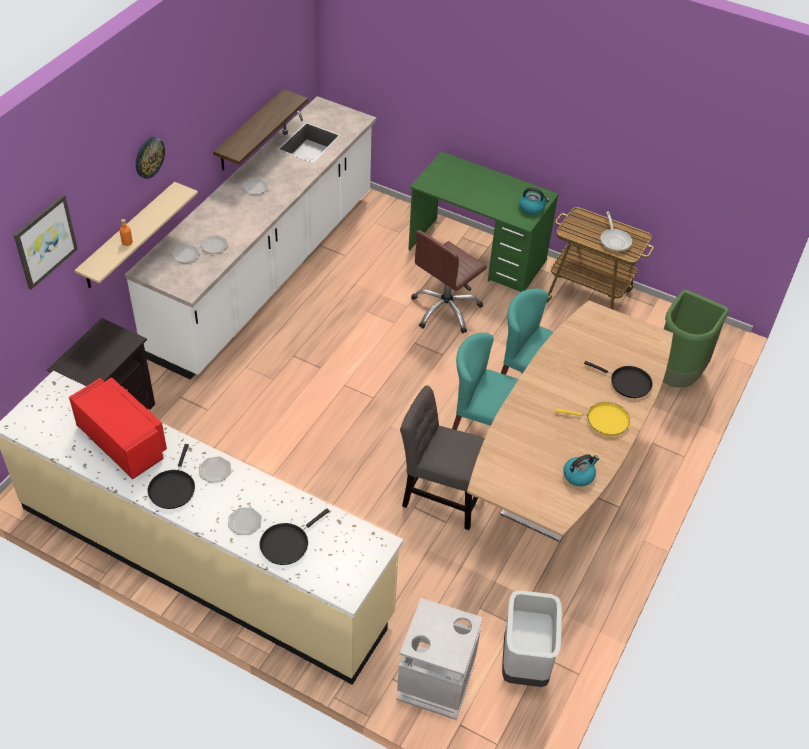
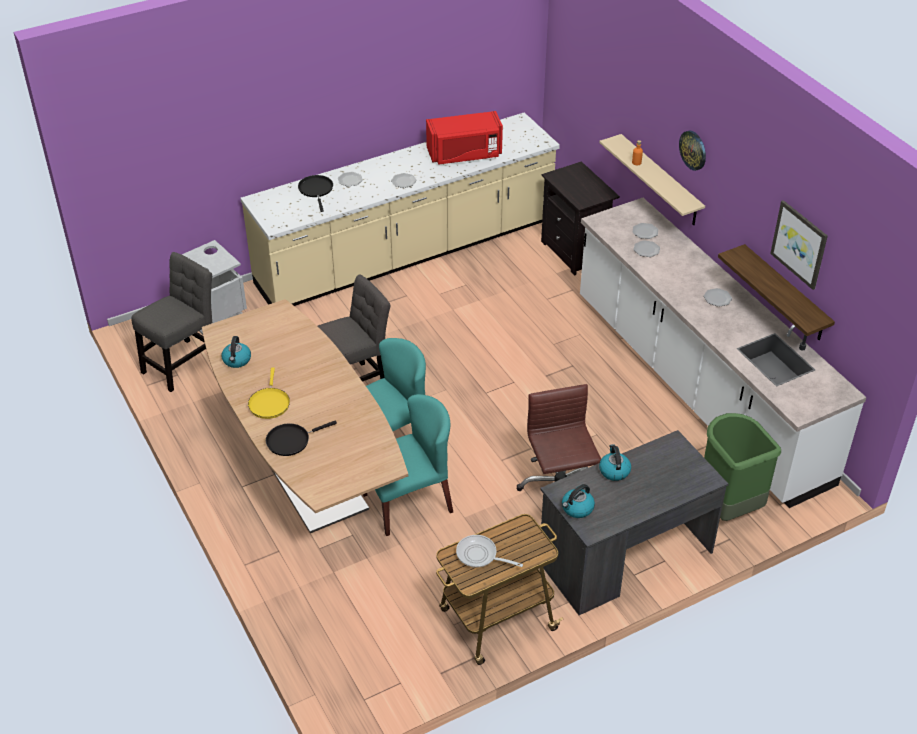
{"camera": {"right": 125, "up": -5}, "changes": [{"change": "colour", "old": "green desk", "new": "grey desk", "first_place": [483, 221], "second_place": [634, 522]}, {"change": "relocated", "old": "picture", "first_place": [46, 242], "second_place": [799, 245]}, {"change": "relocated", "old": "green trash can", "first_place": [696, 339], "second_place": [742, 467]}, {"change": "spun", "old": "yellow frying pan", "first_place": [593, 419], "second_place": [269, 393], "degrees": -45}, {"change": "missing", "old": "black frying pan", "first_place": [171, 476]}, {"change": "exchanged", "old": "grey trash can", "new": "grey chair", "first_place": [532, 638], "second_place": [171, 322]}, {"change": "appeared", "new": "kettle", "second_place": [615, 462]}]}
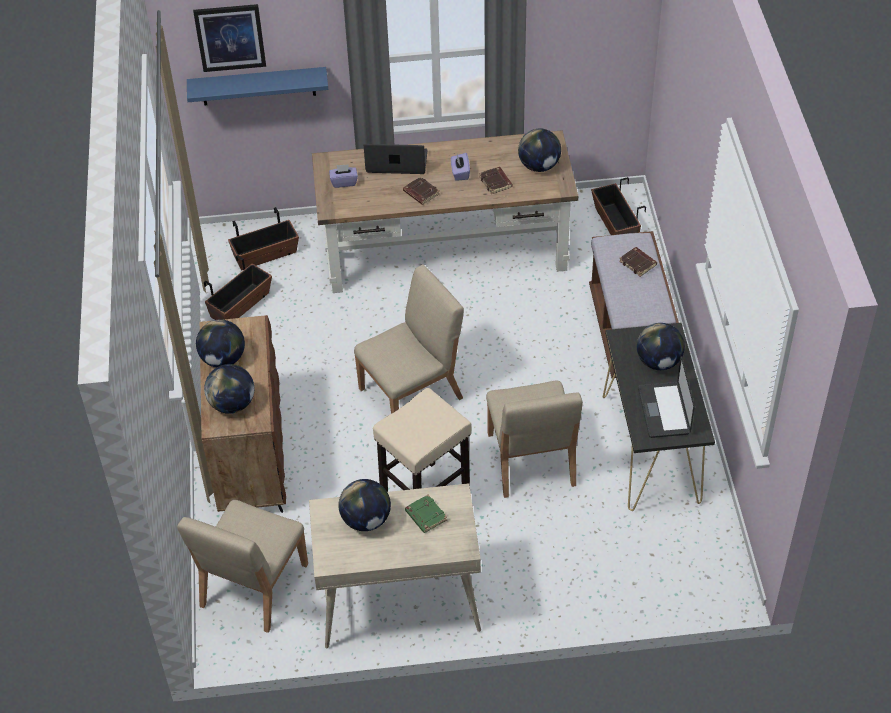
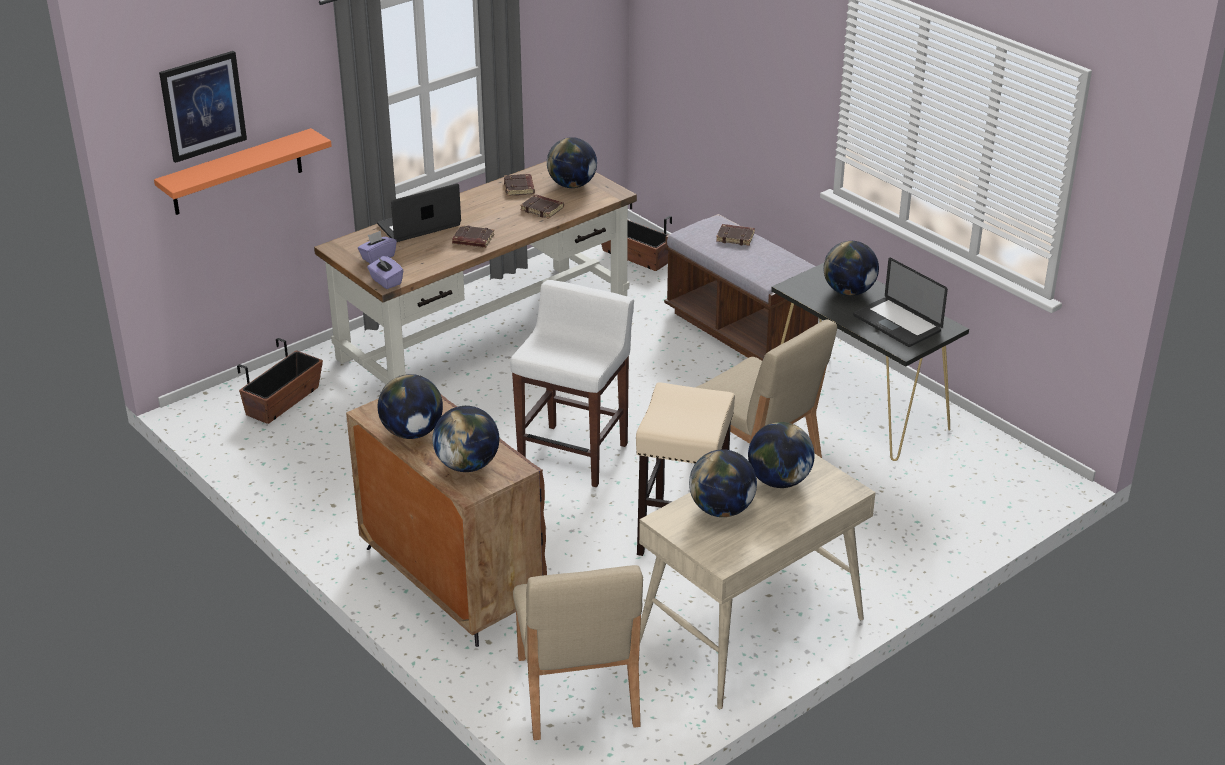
{"camera": {"right": -35, "up": -15}, "changes": [{"change": "colour", "old": "blue shelf", "new": "orange shelf", "first_place": [257, 86], "second_place": [243, 171]}, {"change": "relocated", "old": "purple tissue box", "first_place": [460, 167], "second_place": [385, 272]}, {"change": "missing", "old": "planter", "first_place": [238, 287]}, {"change": "exchanged", "old": "beige chair", "new": "white stool", "first_place": [409, 339], "second_place": [572, 383]}, {"change": "exchanged", "old": "green book", "new": "globe", "first_place": [426, 514], "second_place": [781, 455]}, {"change": "appeared", "new": "brown book", "second_place": [519, 185]}]}
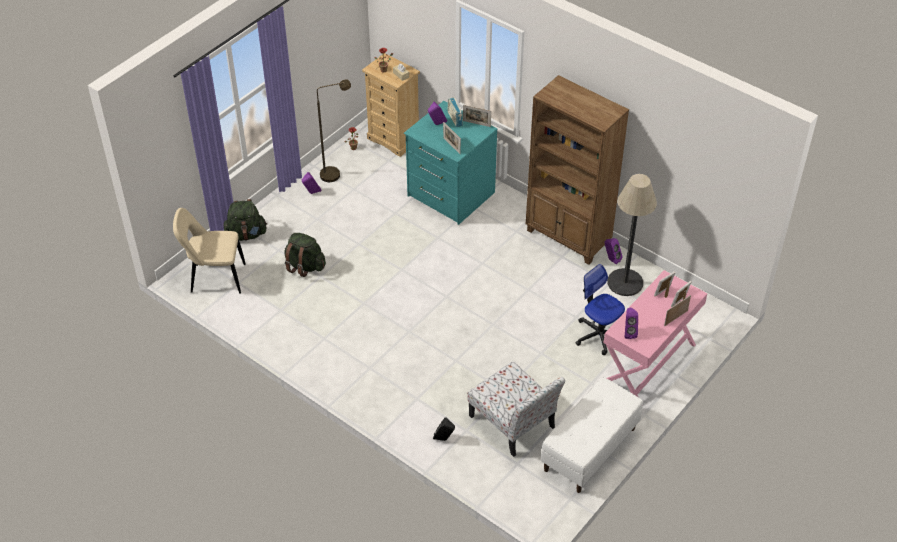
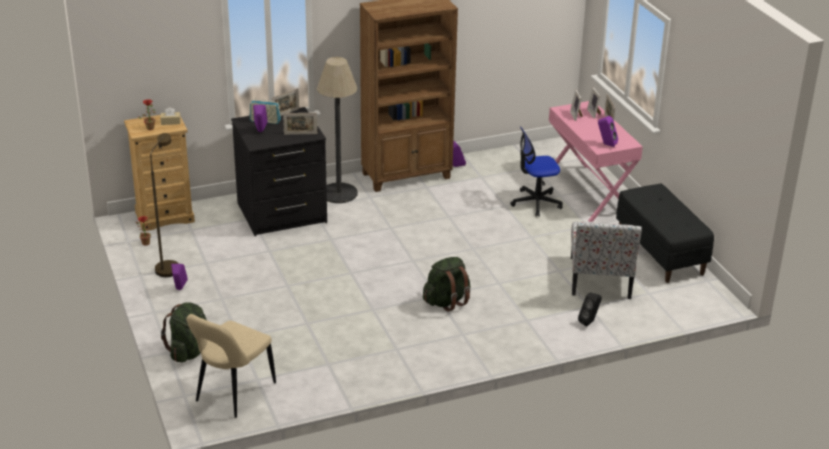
{"camera": {"right": -60, "up": -15}, "changes": [{"change": "colour", "old": "turquoise dresser", "new": "black dresser", "first_place": [450, 163], "second_place": [279, 171]}, {"change": "relocated", "old": "floor lamp", "first_place": [632, 235], "second_place": [337, 130]}, {"change": "relocated", "old": "green backpack", "first_place": [305, 255], "second_place": [446, 284]}, {"change": "spun", "old": "chair", "first_place": [516, 409], "second_place": [606, 260], "degrees": 105}, {"change": "colour", "old": "white bench", "new": "black bench", "first_place": [592, 435], "second_place": [665, 233]}]}
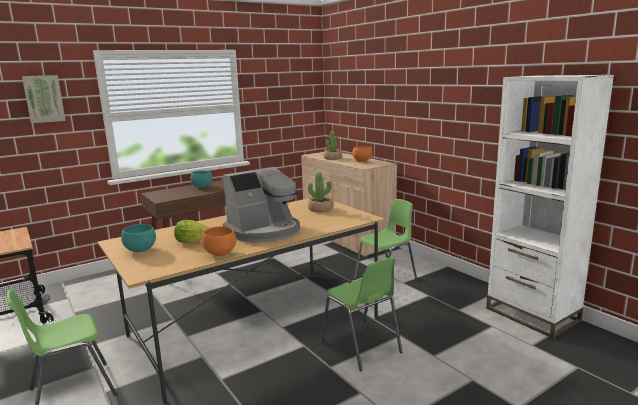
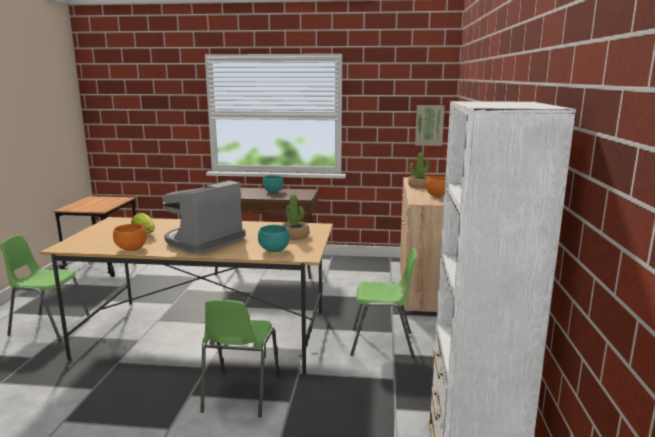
{"camera": {"right": 40, "up": 0}, "changes": [{"change": "relocated", "old": "picture", "first_place": [44, 99], "second_place": [429, 125]}, {"change": "spun", "old": "coffee machine", "first_place": [261, 205], "second_place": [204, 217], "degrees": 120}, {"change": "relocated", "old": "turquoise bowl", "first_place": [138, 238], "second_place": [274, 238]}]}
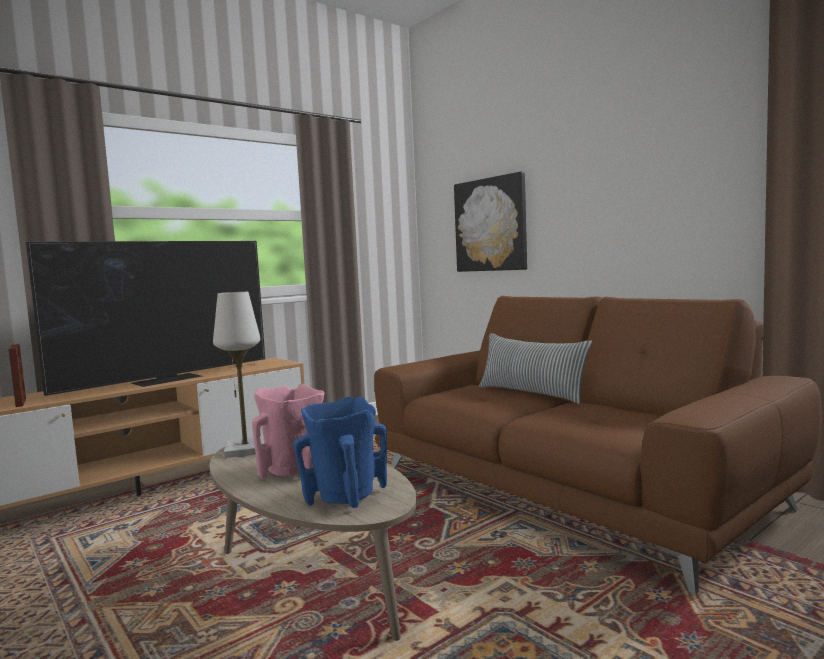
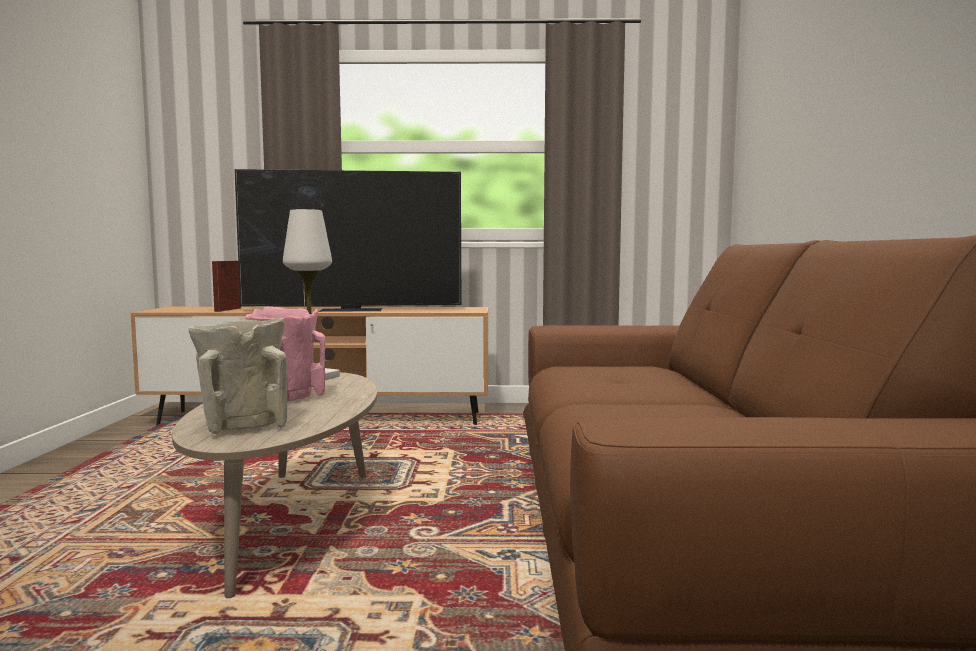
{"camera": {"right": 40, "up": 0}, "changes": [{"change": "missing", "old": "picture", "first_place": [490, 222]}, {"change": "missing", "old": "pillow", "first_place": [535, 368]}, {"change": "colour", "old": "blue vase", "new": "beige vase", "first_place": [340, 452], "second_place": [238, 376]}]}
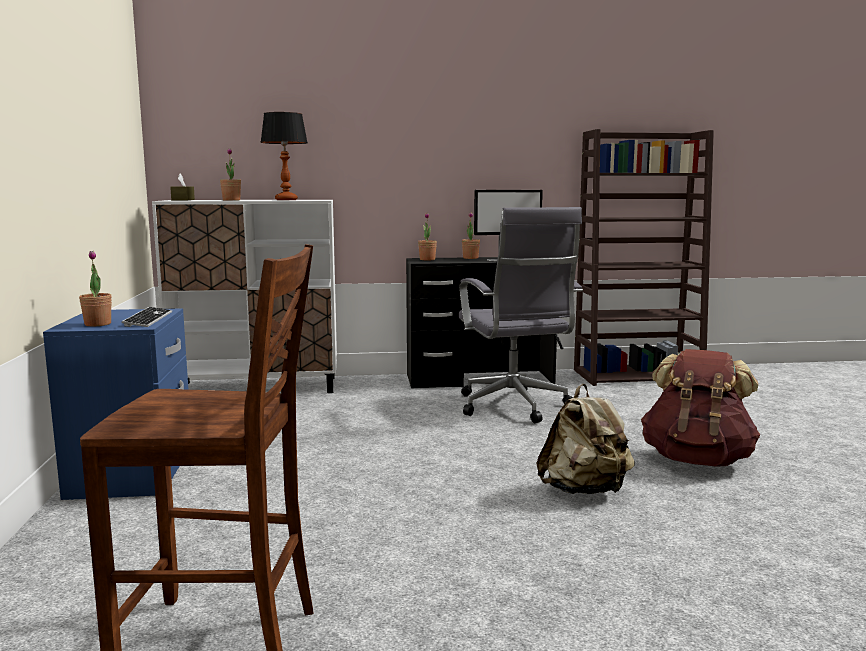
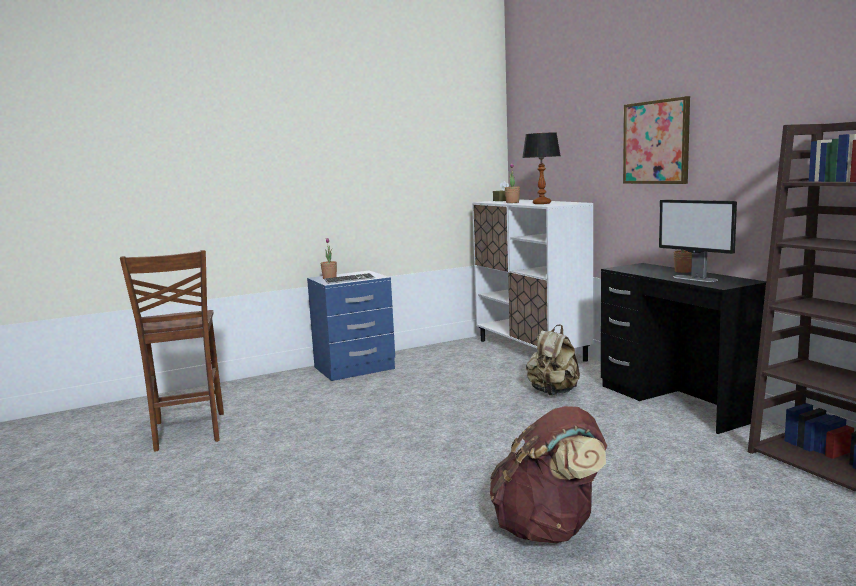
{"camera": {"right": 70, "up": 0}, "changes": [{"change": "missing", "old": "grey office chair", "first_place": [521, 315]}, {"change": "missing", "old": "potted plant", "first_place": [427, 236]}, {"change": "relocated", "old": "beige backpack", "first_place": [585, 439], "second_place": [553, 359]}, {"change": "appeared", "new": "picture", "second_place": [656, 140]}]}
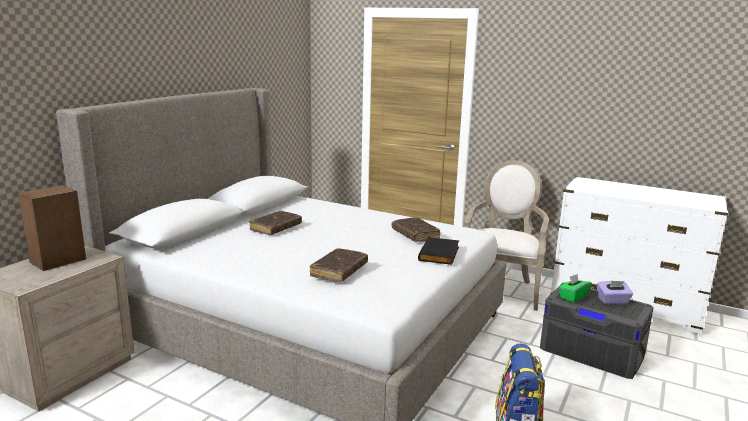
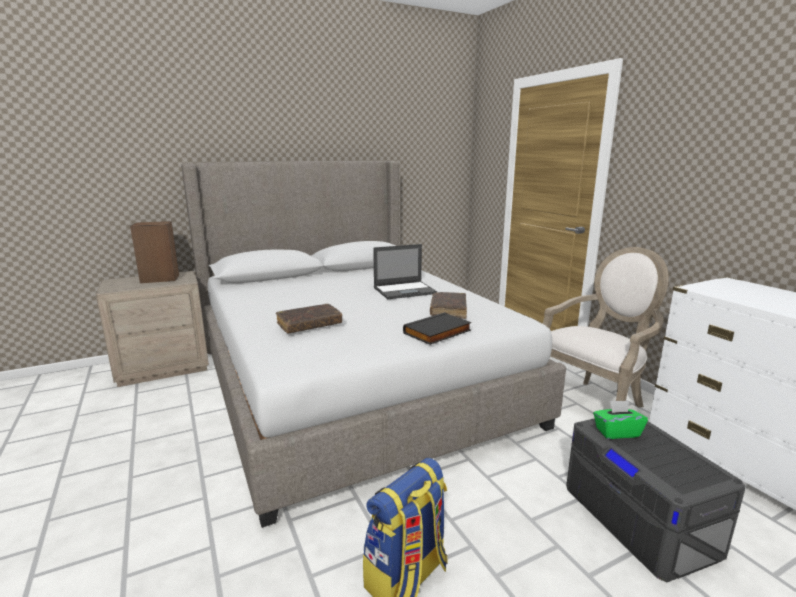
{"camera": {"right": 35, "up": 0}, "changes": [{"change": "missing", "old": "brown book", "first_place": [275, 223]}, {"change": "missing", "old": "purple tissue box", "first_place": [615, 292]}, {"change": "appeared", "new": "laptop", "second_place": [405, 271]}]}
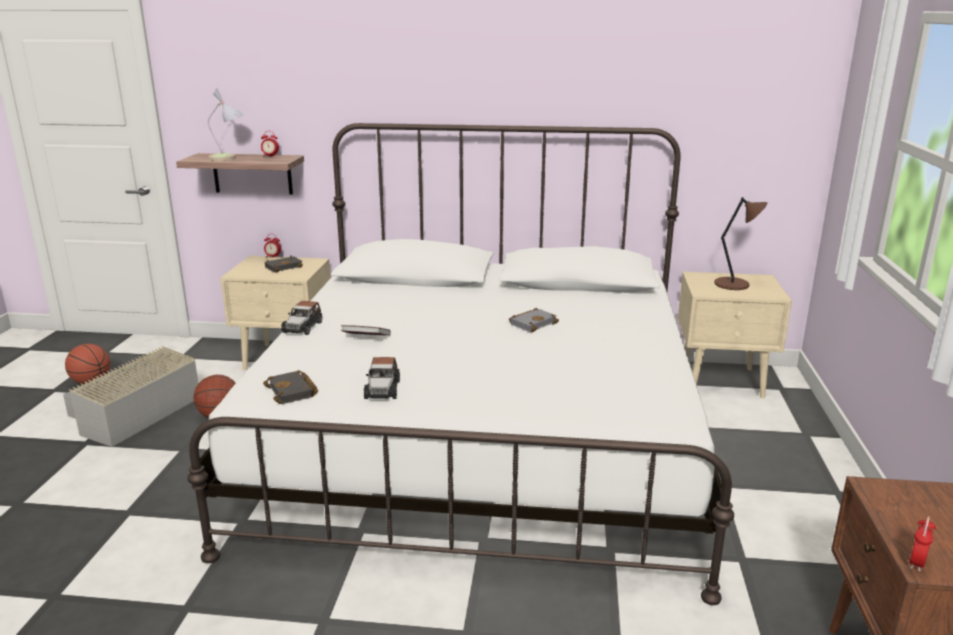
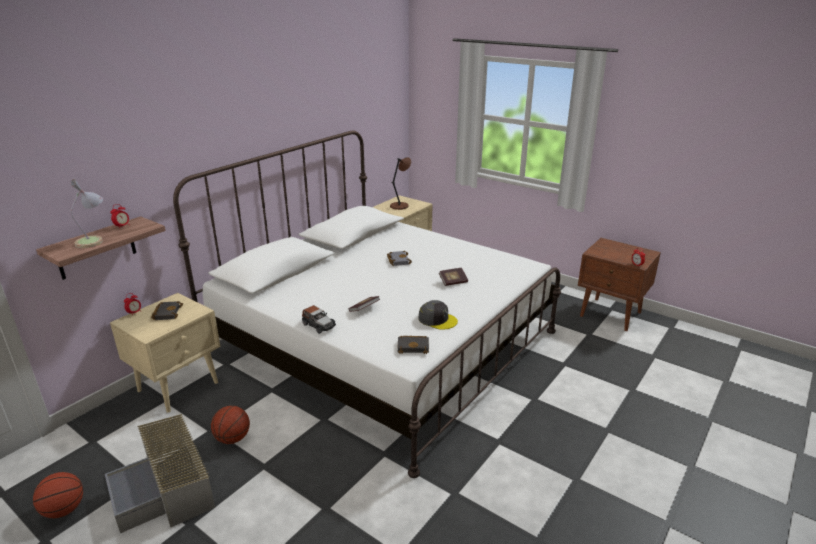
{"camera": {"right": -60, "up": 5}, "changes": [{"change": "exchanged", "old": "toy car", "new": "grey cap", "first_place": [382, 378], "second_place": [438, 315]}, {"change": "appeared", "new": "book", "second_place": [453, 277]}]}
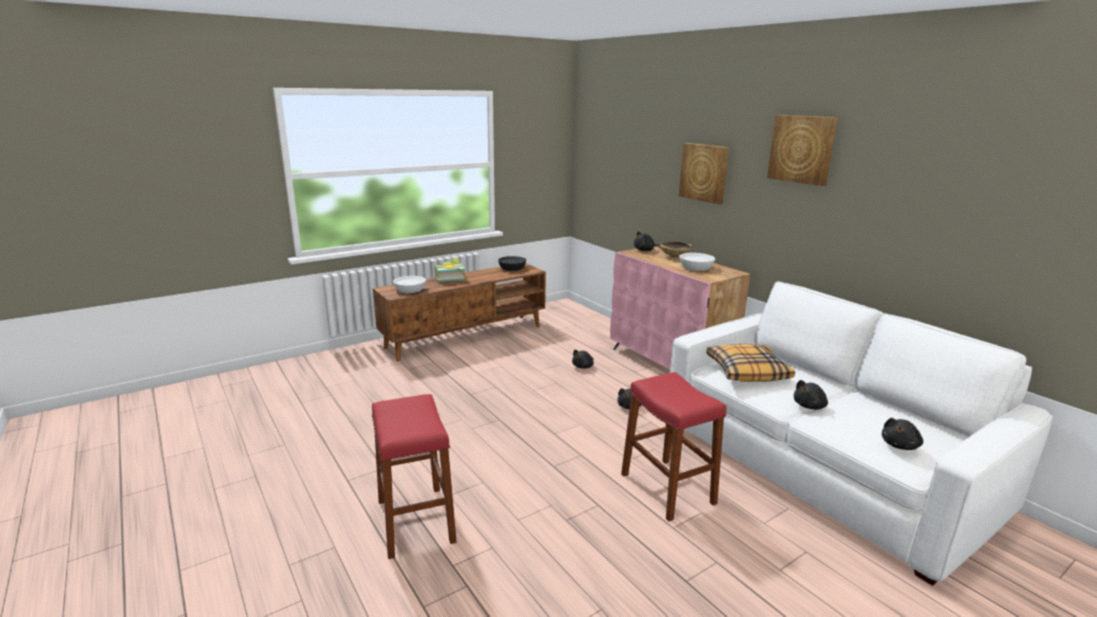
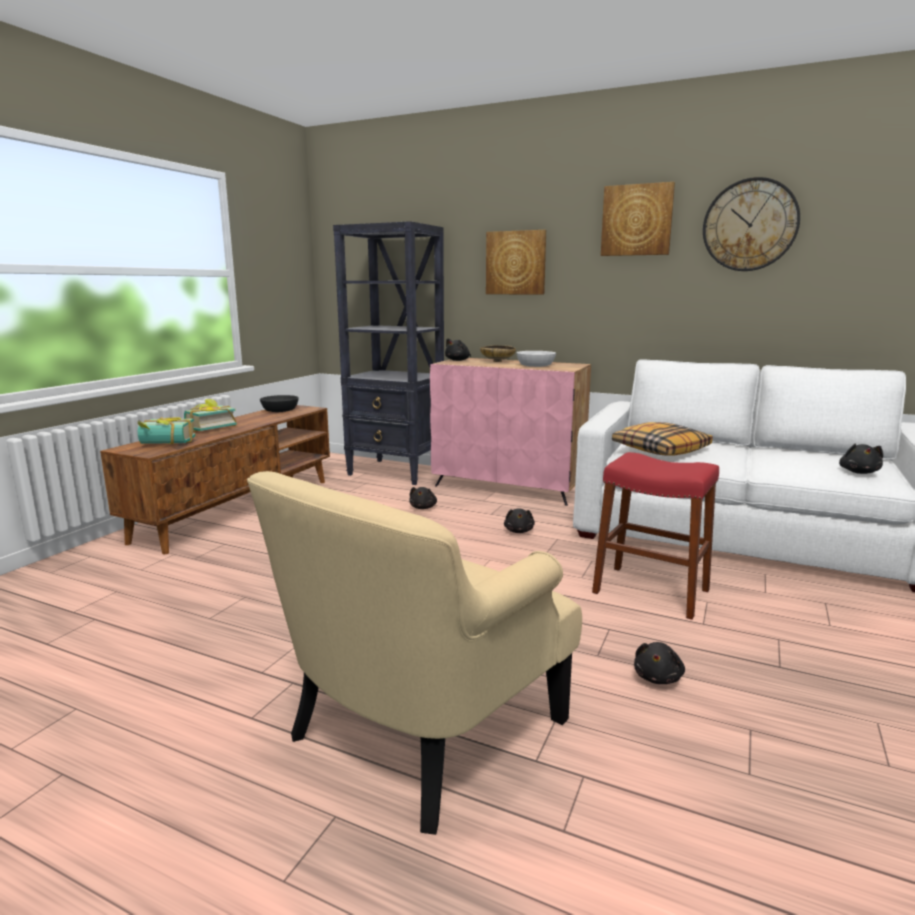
{"camera": {"right": -30, "up": -5}, "changes": [{"change": "exchanged", "old": "white bowl", "new": "book", "first_place": [409, 284], "second_place": [167, 431]}, {"change": "relocated", "old": "black plush toy", "first_place": [811, 395], "second_place": [659, 663]}, {"change": "exchanged", "old": "red stool", "new": "beige armchair", "first_place": [414, 476], "second_place": [414, 653]}, {"change": "appeared", "new": "wall clock", "second_place": [751, 224]}, {"change": "appeared", "new": "black bookcase", "second_place": [388, 353]}]}
